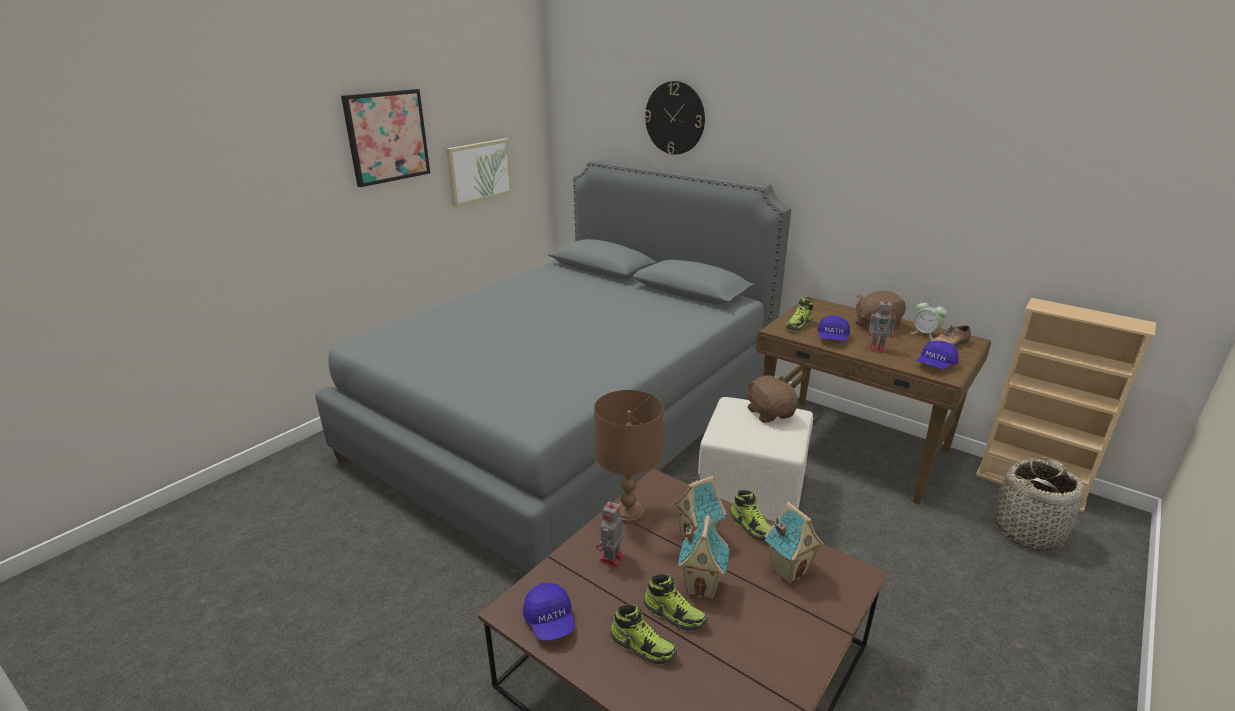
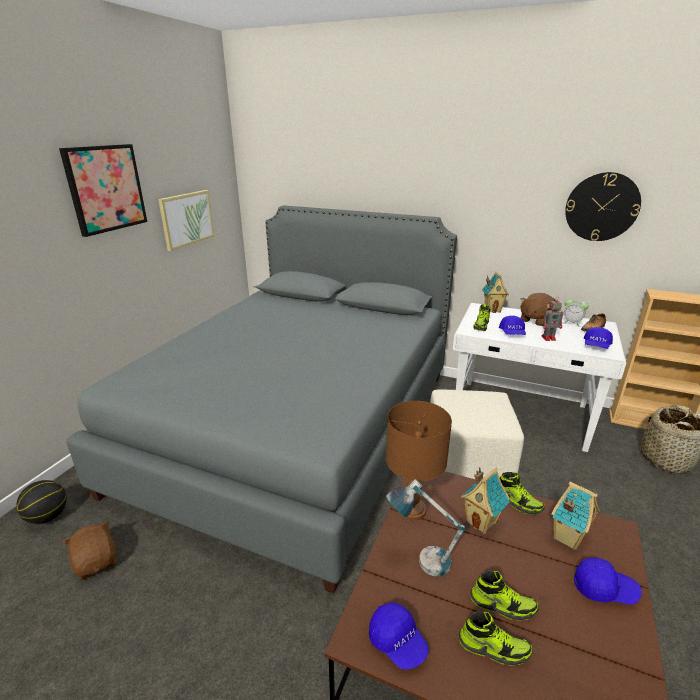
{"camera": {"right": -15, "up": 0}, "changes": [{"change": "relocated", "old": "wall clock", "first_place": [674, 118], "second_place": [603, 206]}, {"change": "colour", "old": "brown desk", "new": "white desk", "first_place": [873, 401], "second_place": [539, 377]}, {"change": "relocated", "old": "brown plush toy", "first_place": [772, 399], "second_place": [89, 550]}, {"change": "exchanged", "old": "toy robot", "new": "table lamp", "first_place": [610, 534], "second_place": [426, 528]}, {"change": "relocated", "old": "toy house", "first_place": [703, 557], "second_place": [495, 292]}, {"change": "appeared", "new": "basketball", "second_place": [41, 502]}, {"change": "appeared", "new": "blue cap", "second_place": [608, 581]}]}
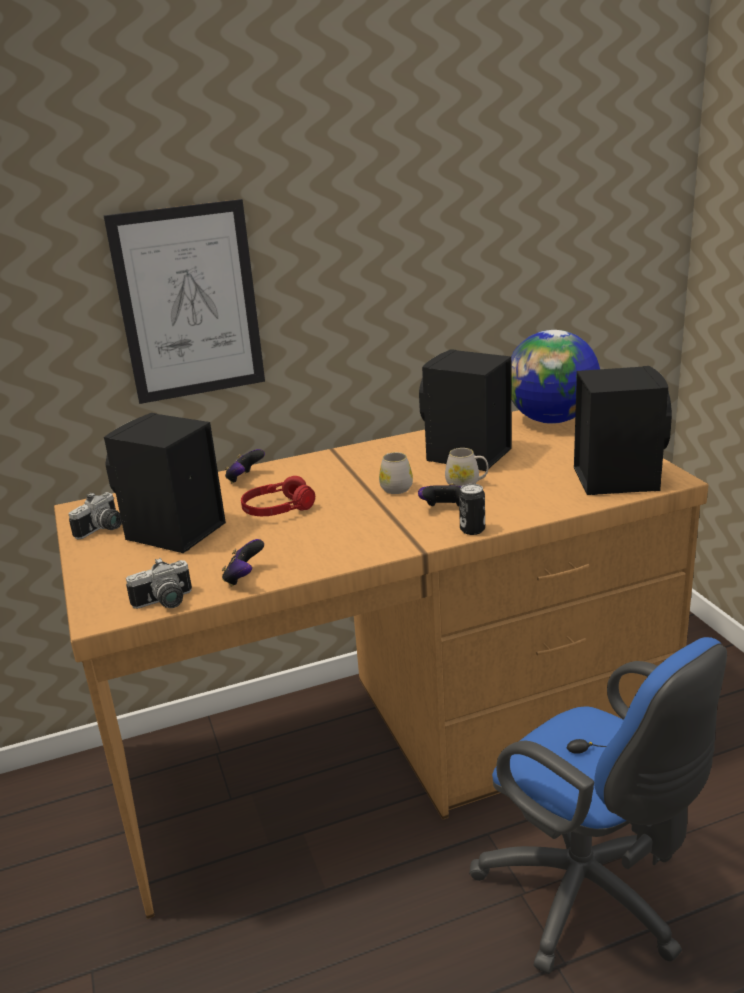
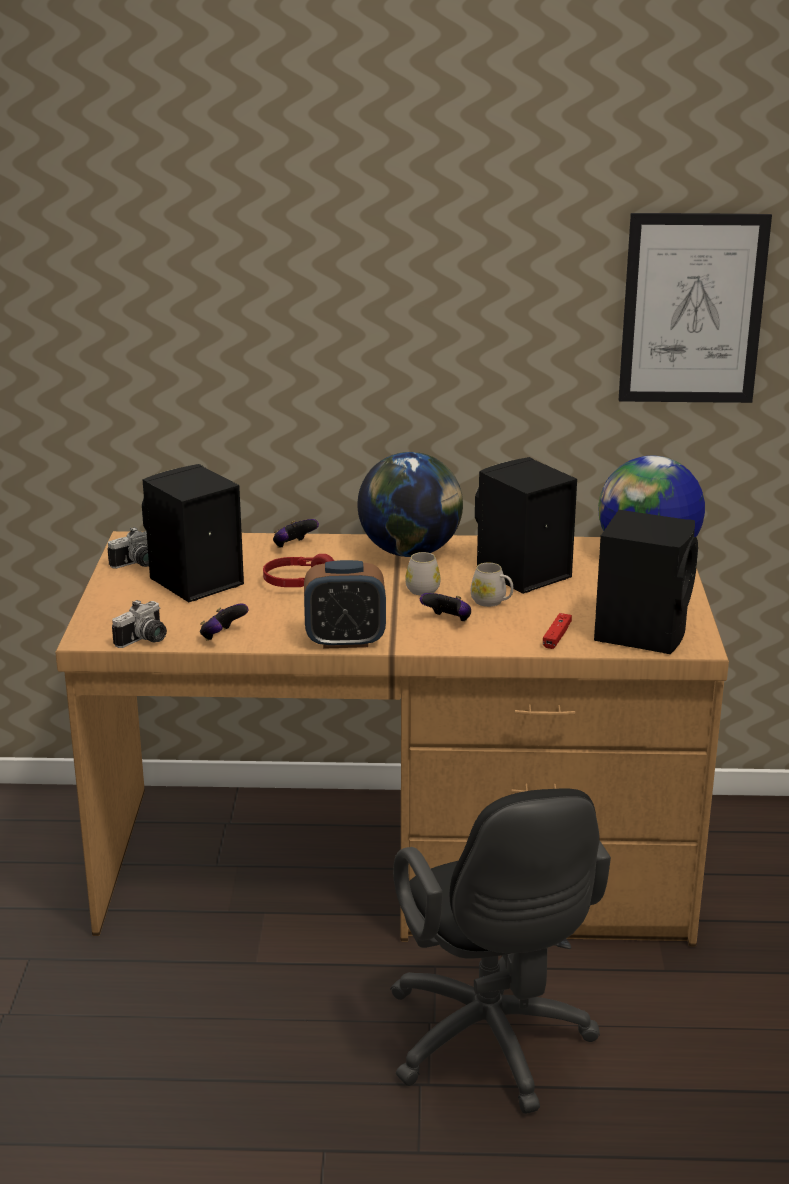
{"camera": {"right": 20, "up": 0}, "changes": [{"change": "relocated", "old": "picture", "first_place": [184, 301], "second_place": [695, 308]}, {"change": "missing", "old": "can", "first_place": [472, 509]}, {"change": "spun", "old": "photo camera", "first_place": [159, 583], "second_place": [139, 624], "degrees": -45}, {"change": "colour", "old": "blue office chair", "new": "black office chair", "first_place": [598, 805], "second_place": [500, 951]}, {"change": "appeared", "new": "globe", "second_place": [410, 504]}, {"change": "appeared", "new": "alarm clock", "second_place": [345, 604]}, {"change": "appeared", "new": "red game controller", "second_place": [557, 631]}]}
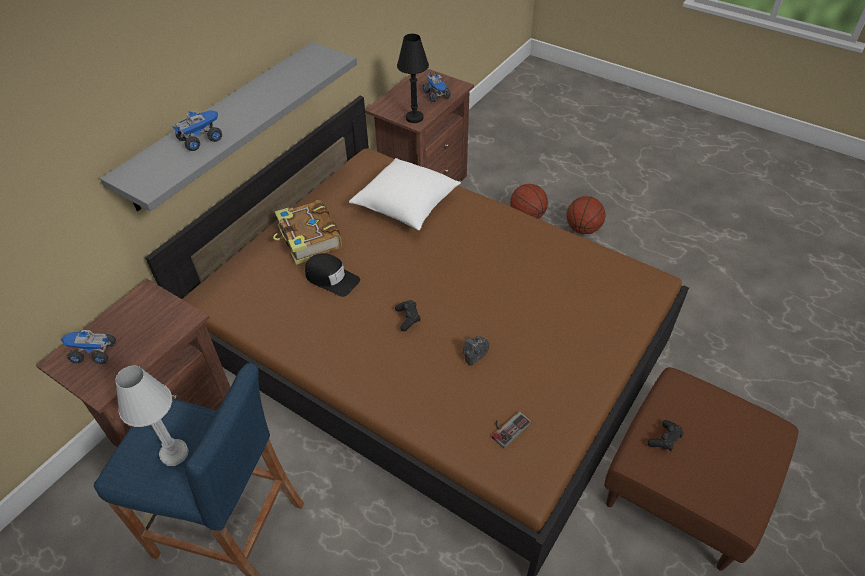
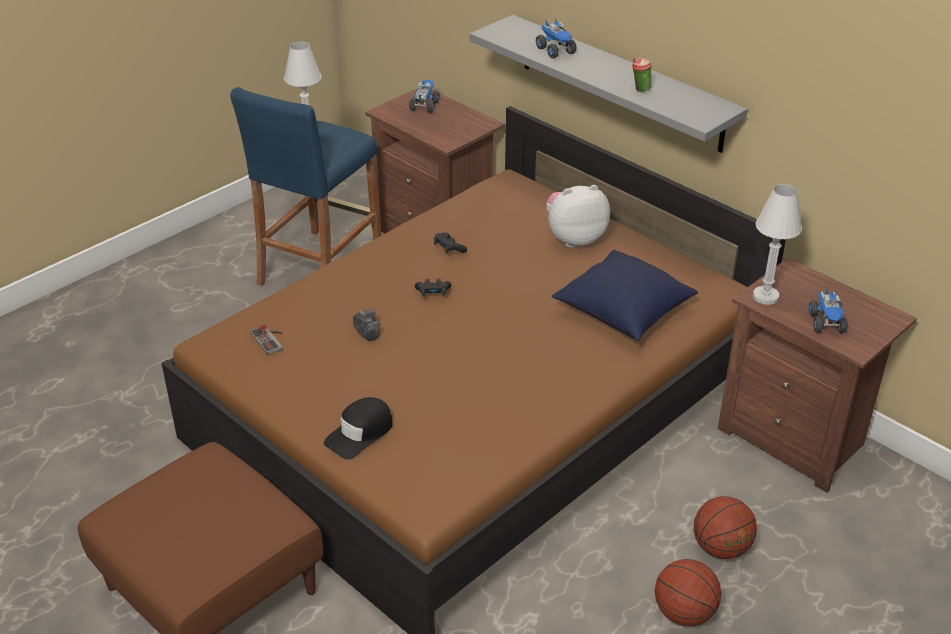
{"camera": {"right": 100, "up": -10}, "changes": [{"change": "colour", "old": "black table lamp", "new": "white table lamp", "first_place": [413, 78], "second_place": [777, 244]}, {"change": "spun", "old": "toy truck", "first_place": [437, 86], "second_place": [828, 310], "degrees": -75}, {"change": "colour", "old": "white pillow", "new": "blue pillow", "first_place": [405, 194], "second_place": [625, 295]}, {"change": "exchanged", "old": "book", "new": "plush toy", "first_place": [307, 232], "second_place": [578, 216]}, {"change": "relocated", "old": "black cap", "first_place": [332, 275], "second_place": [358, 428]}, {"change": "relocated", "old": "black game controller", "first_place": [665, 436], "second_place": [450, 243]}, {"change": "appeared", "new": "cup", "second_place": [642, 75]}]}
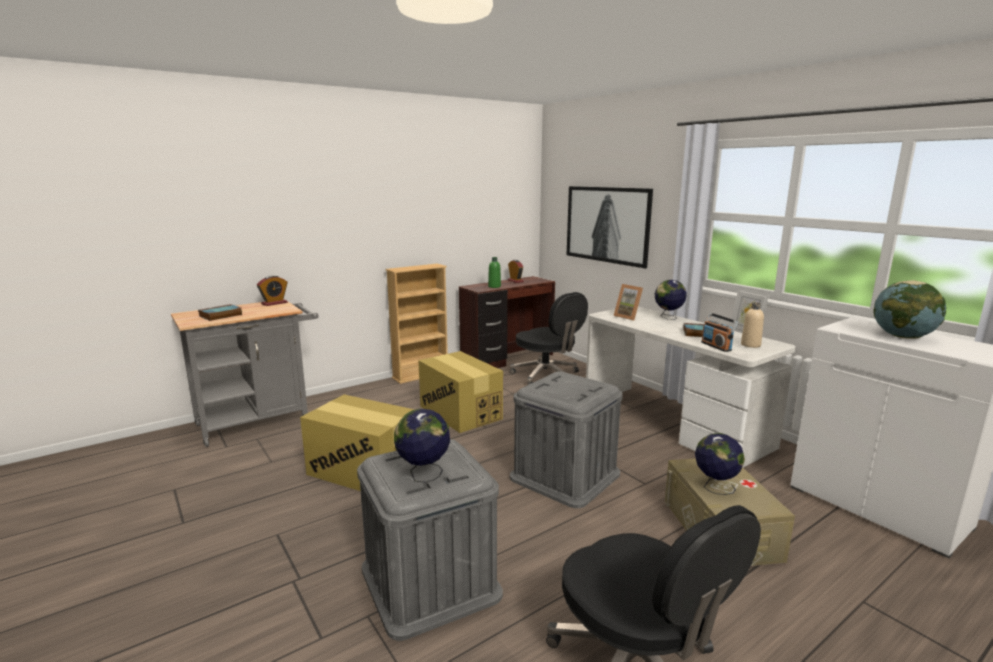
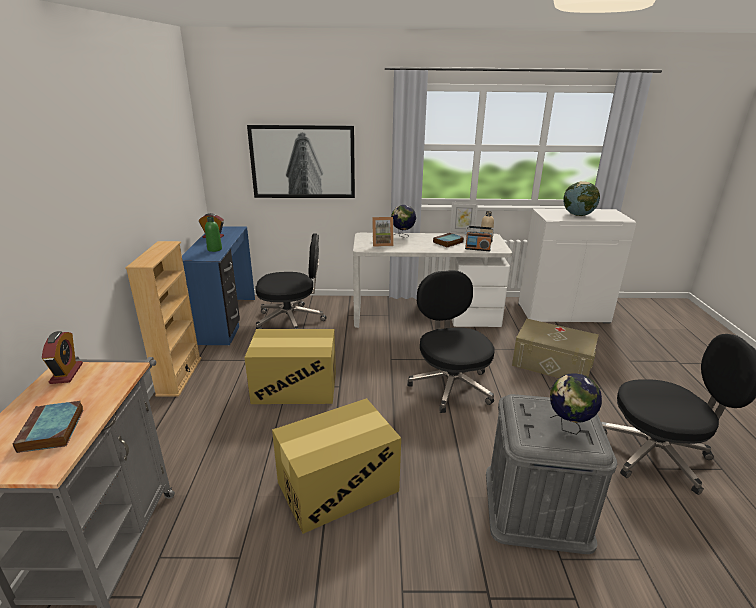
{"camera": {"right": -55, "up": 10}, "changes": [{"change": "colour", "old": "brown desk", "new": "blue desk", "first_place": [507, 322], "second_place": [218, 286]}, {"change": "exchanged", "old": "grey storage box", "new": "black office chair", "first_place": [566, 439], "second_place": [450, 341]}, {"change": "missing", "old": "globe", "first_place": [720, 464]}]}
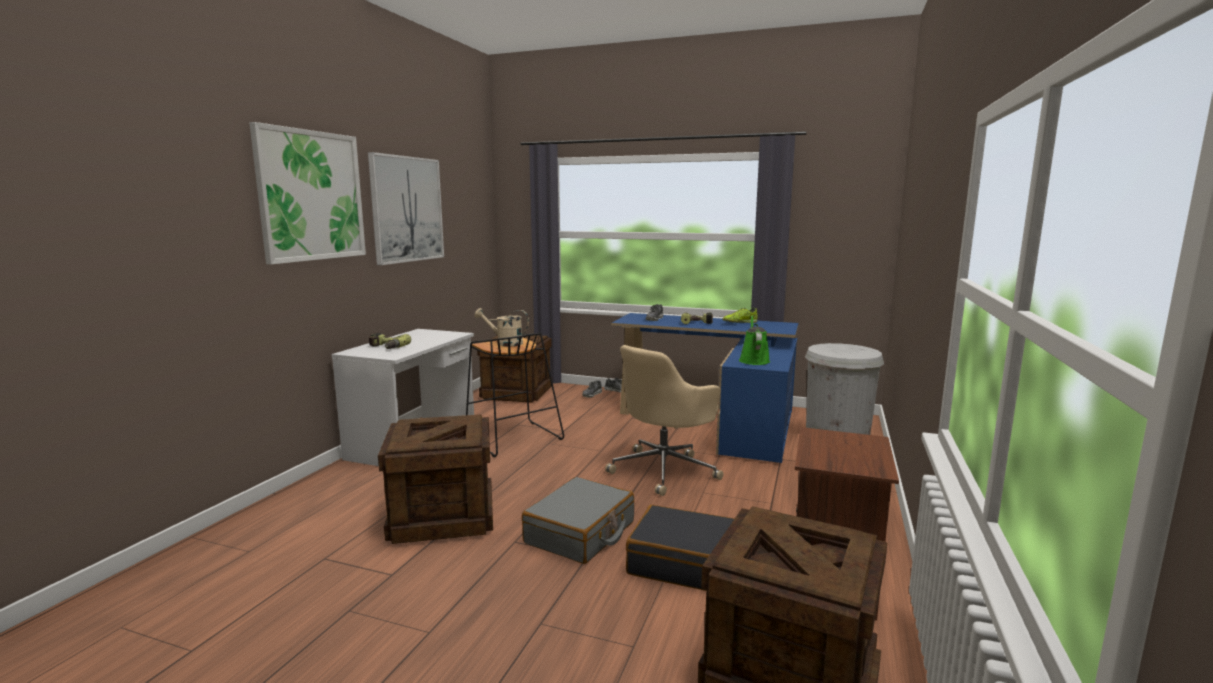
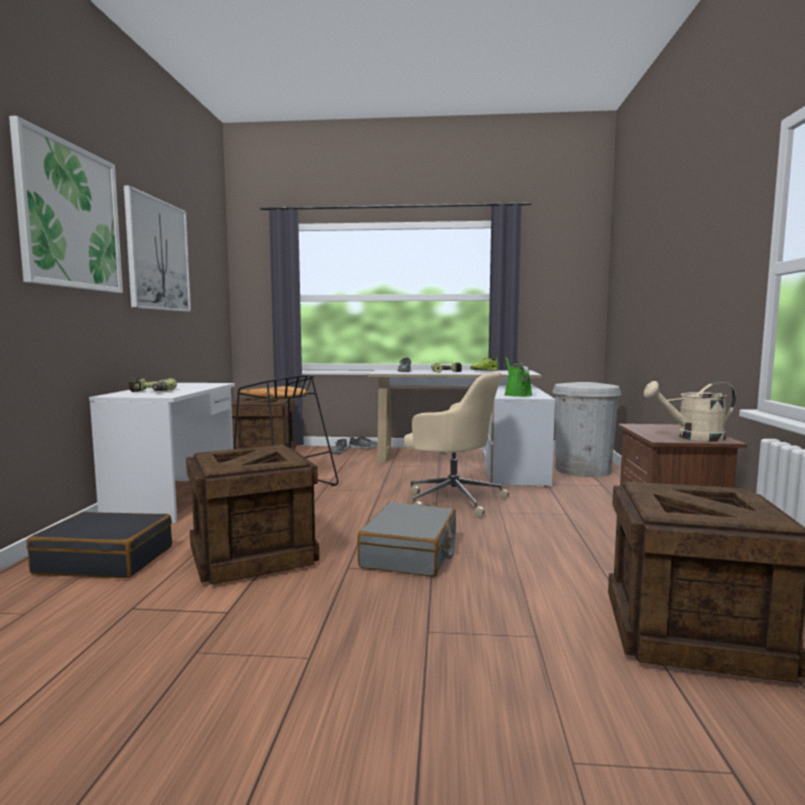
{"camera": {"right": -15, "up": -5}, "changes": [{"change": "relocated", "old": "beige watering can", "first_place": [501, 327], "second_place": [690, 411]}, {"change": "colour", "old": "blue desk", "new": "white desk", "first_place": [705, 388], "second_place": [462, 428]}, {"change": "spun", "old": "beige office chair", "first_place": [664, 420], "second_place": [456, 445], "degrees": -90}, {"change": "relocated", "old": "black suitcase", "first_place": [680, 548], "second_place": [99, 545]}]}
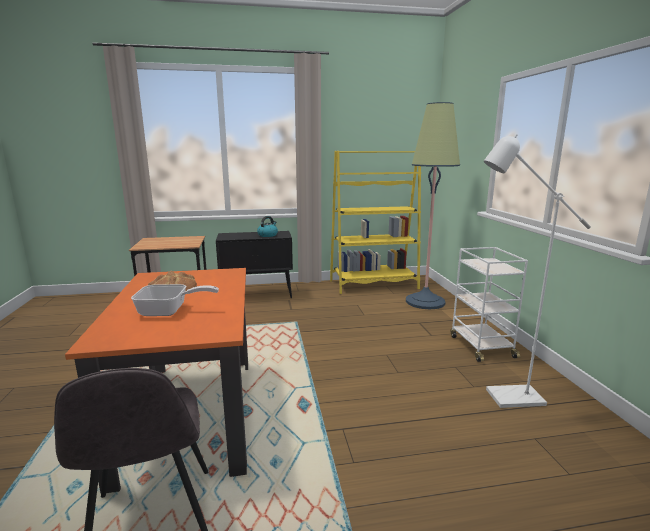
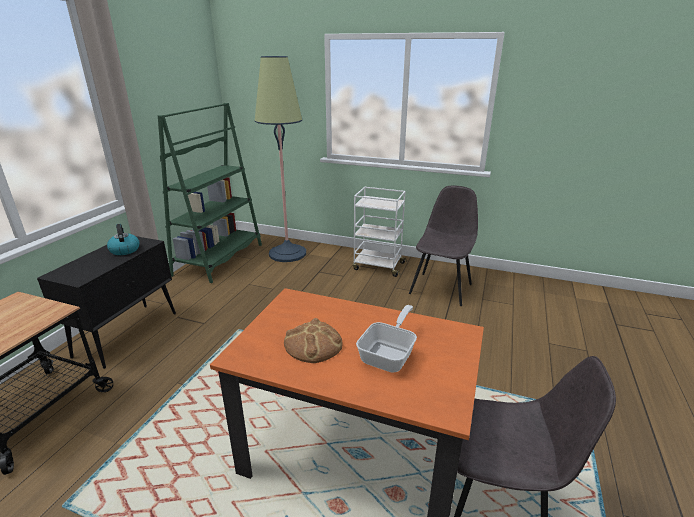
{"camera": {"right": -60, "up": 10}, "changes": [{"change": "exchanged", "old": "white floor lamp", "new": "grey chair", "first_place": [537, 271], "second_place": [443, 245]}, {"change": "colour", "old": "yellow bookcase", "new": "green bookcase", "first_place": [375, 222], "second_place": [210, 193]}]}
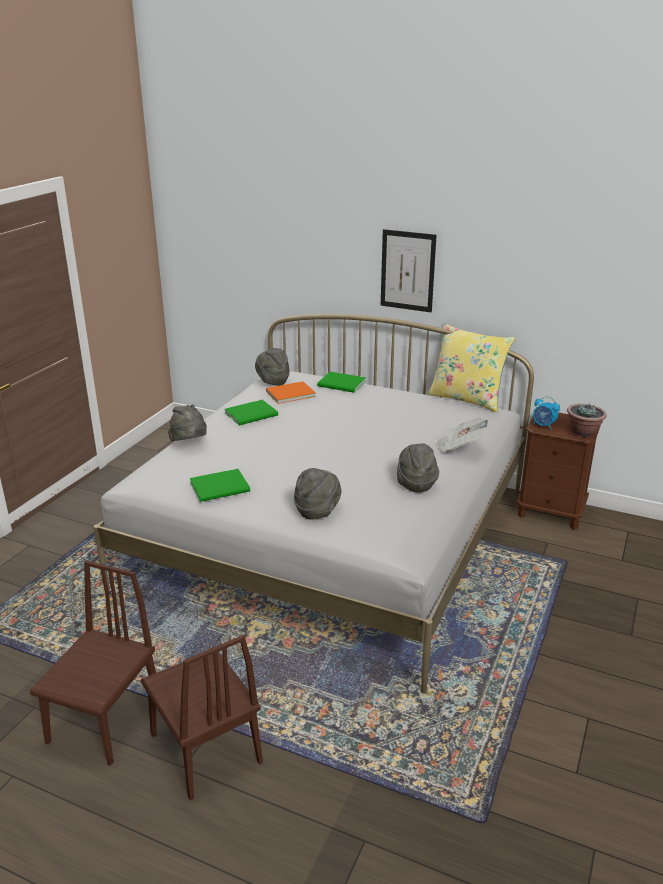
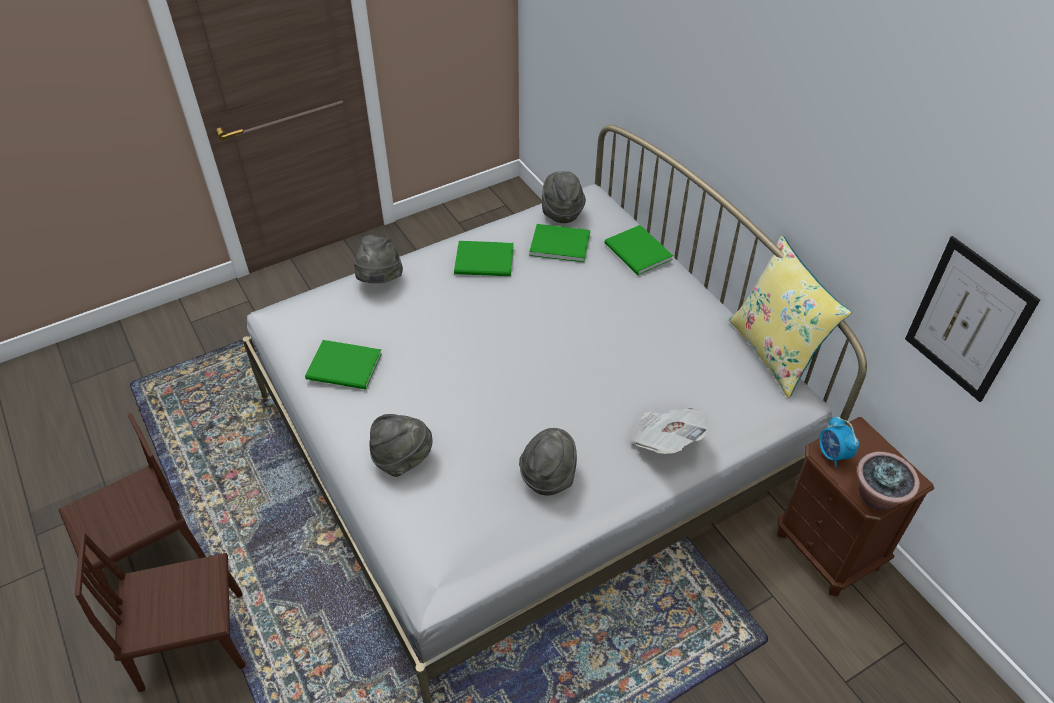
{"camera": {"right": 35, "up": 20}, "changes": [{"change": "relocated", "old": "picture", "first_place": [409, 270], "second_place": [972, 319]}, {"change": "colour", "old": "orange book", "new": "green book", "first_place": [291, 392], "second_place": [559, 243]}, {"change": "spun", "old": "brown chair", "first_place": [202, 717], "second_place": [160, 612], "degrees": 75}]}
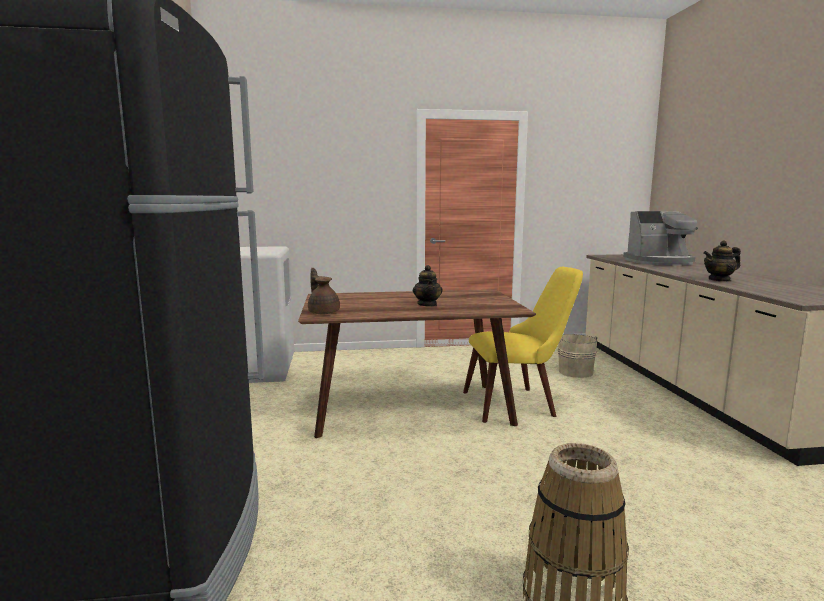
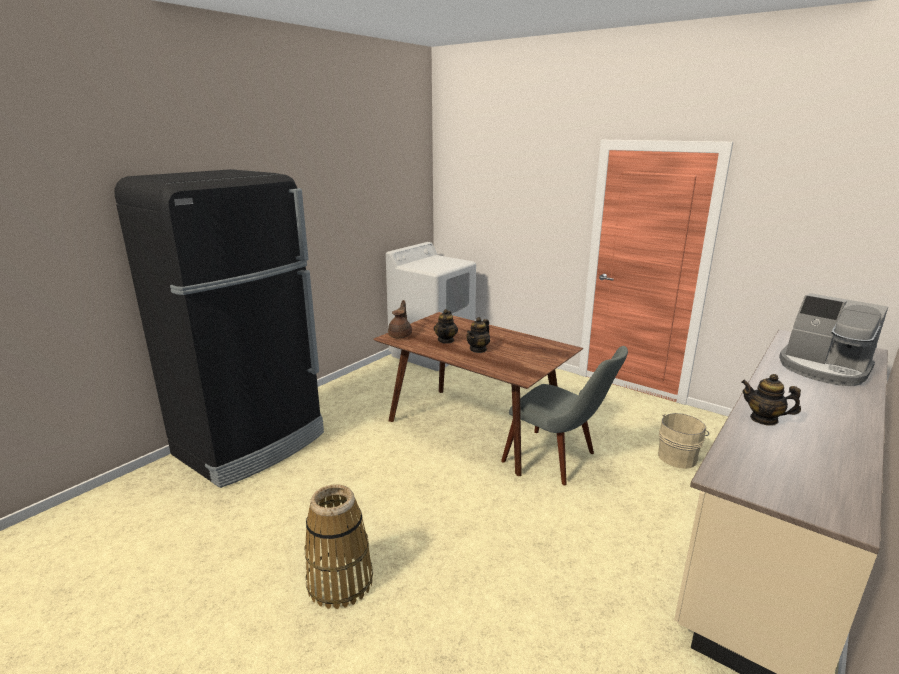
{"camera": {"right": 45, "up": 10}, "changes": [{"change": "colour", "old": "yellow chair", "new": "grey chair", "first_place": [523, 345], "second_place": [564, 415]}, {"change": "appeared", "new": "teapot", "second_place": [446, 326]}]}
